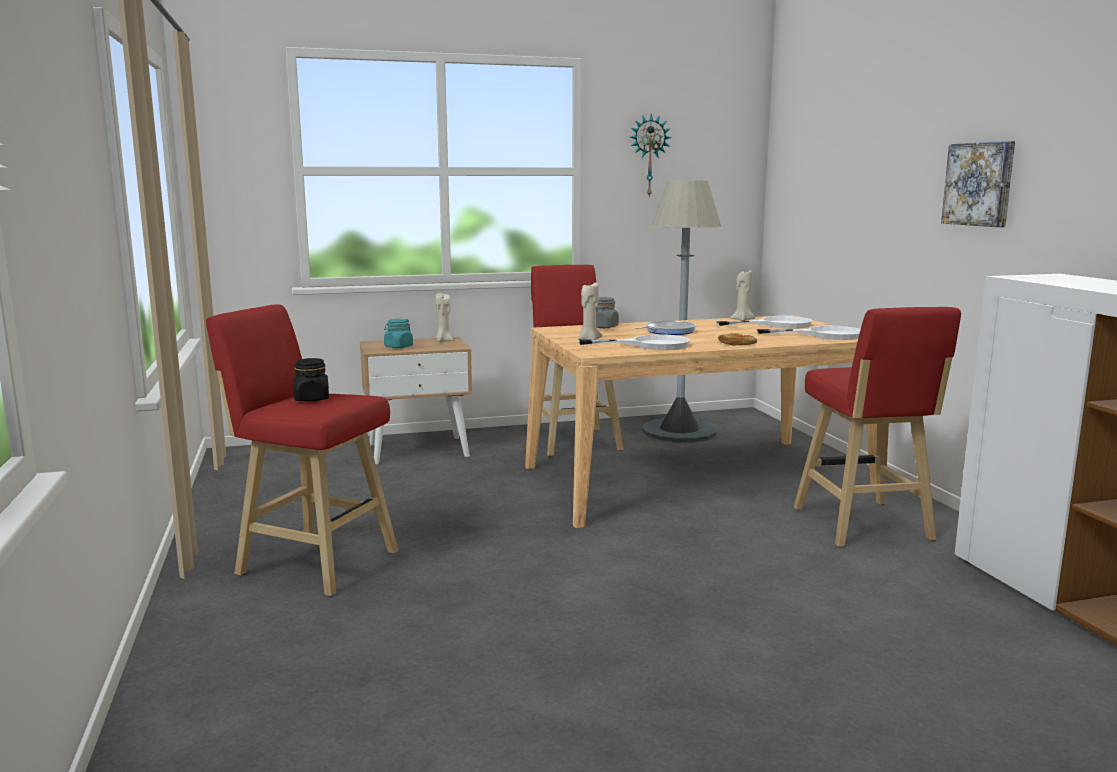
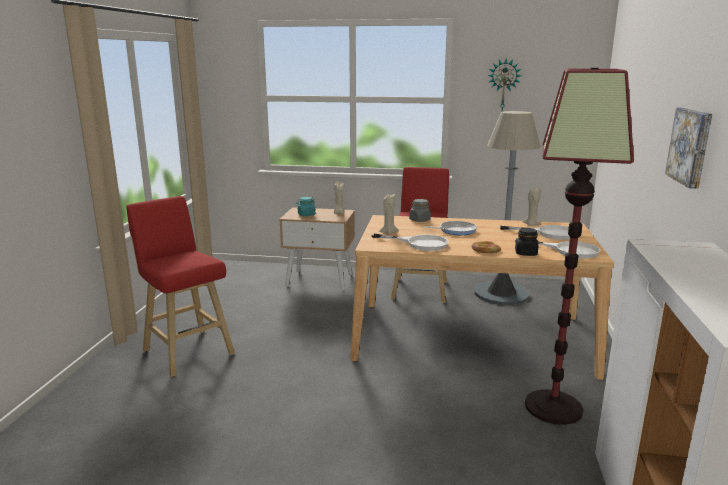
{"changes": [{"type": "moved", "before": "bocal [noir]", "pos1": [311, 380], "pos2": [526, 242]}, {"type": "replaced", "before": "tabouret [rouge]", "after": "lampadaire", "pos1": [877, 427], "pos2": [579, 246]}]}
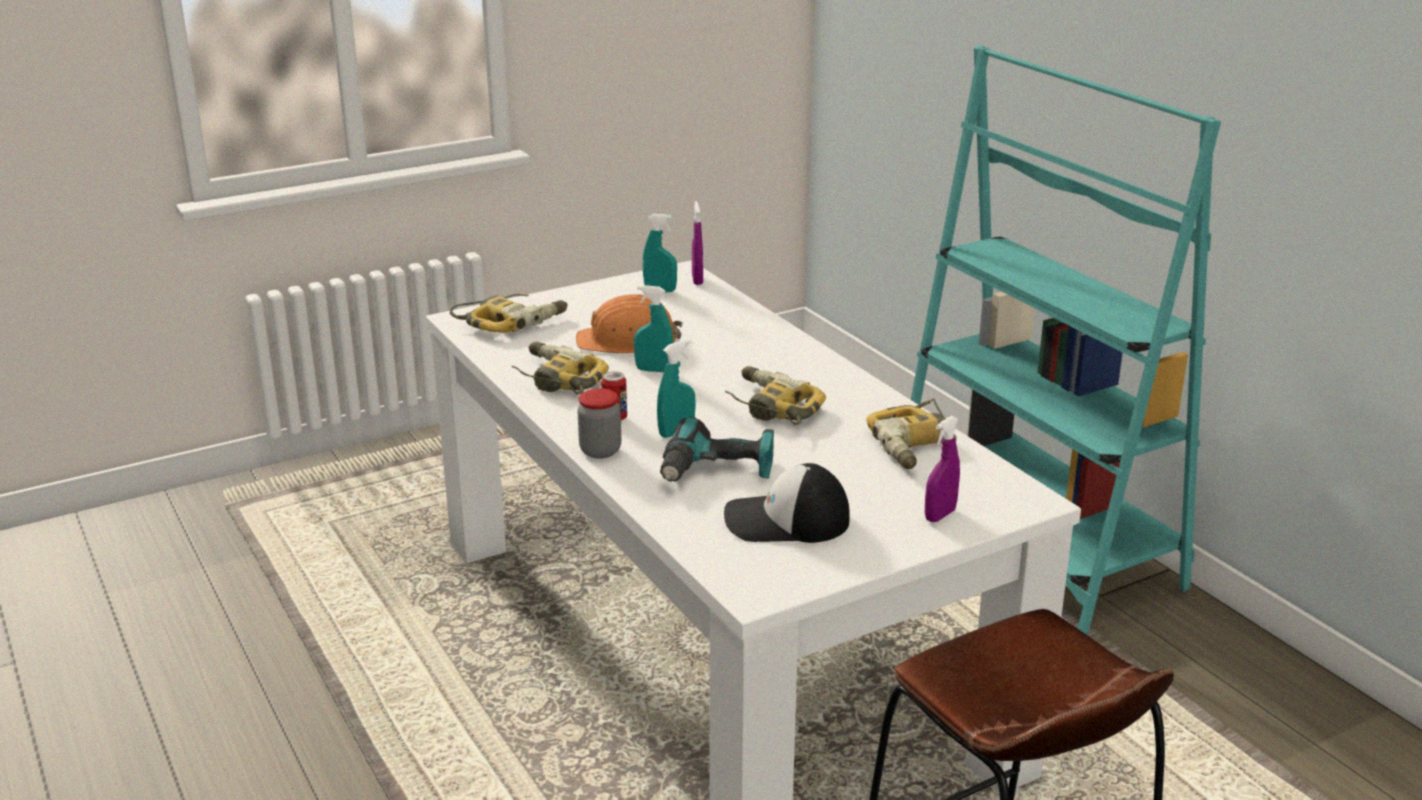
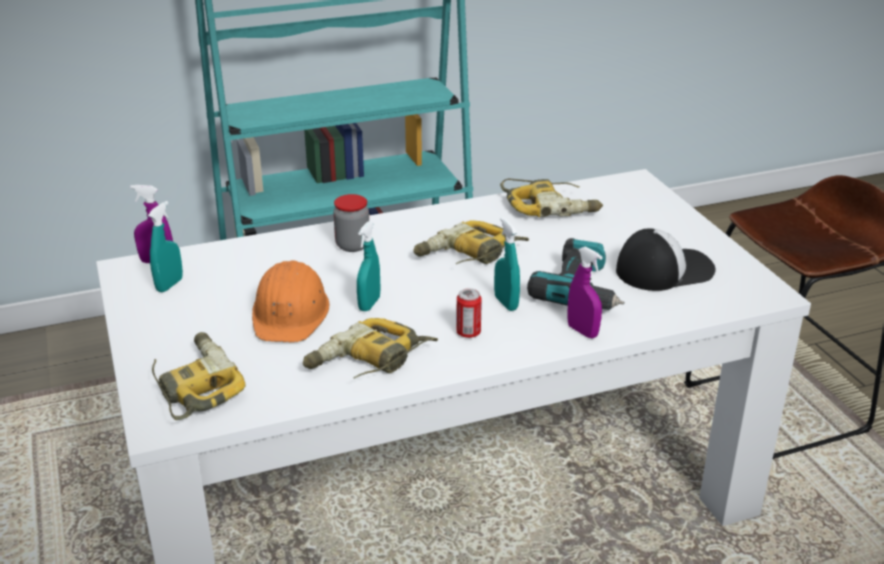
{"changes": [{"type": "moved", "before": "bocal", "pos1": [599, 423], "pos2": [351, 223]}, {"type": "moved", "before": "vaporisateur [violet]", "pos1": [942, 469], "pos2": [585, 292]}, {"type": "turned", "before": "casquette", "pos1": [787, 503], "pos2": [666, 260], "turn": -120}]}
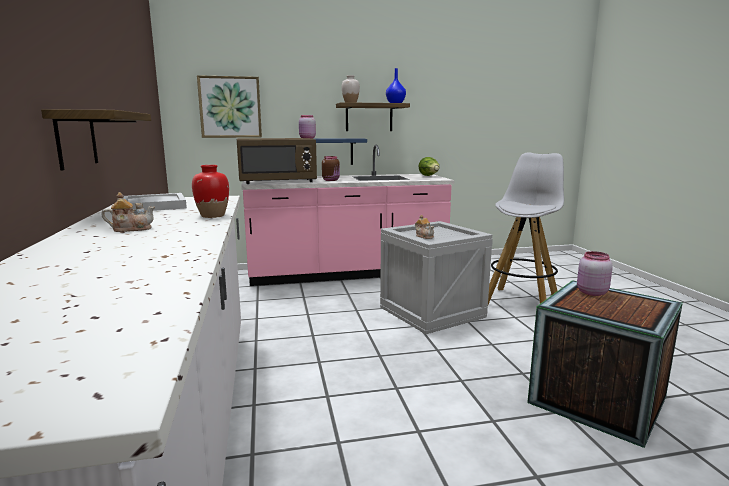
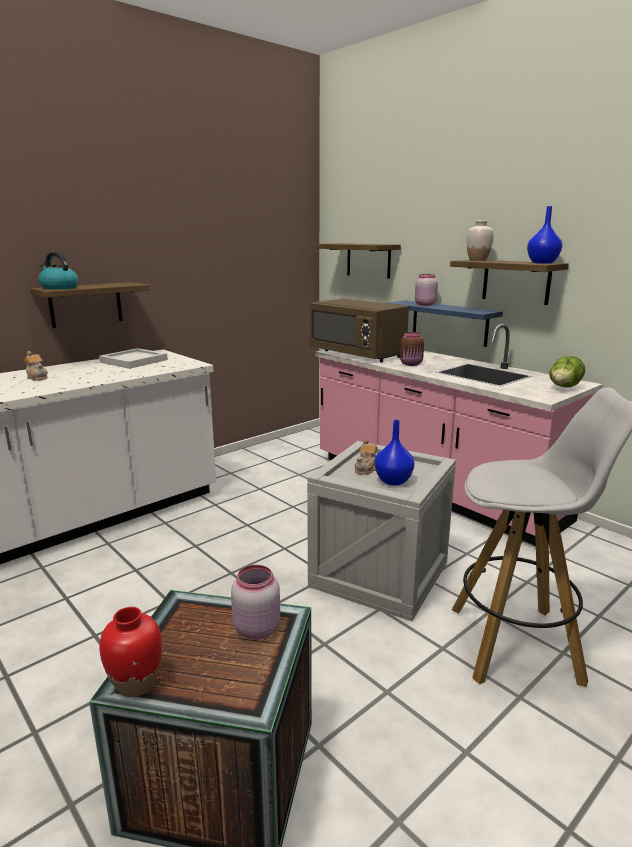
{"changes": [{"type": "added", "after": "bouilloire", "pos2": [58, 271]}, {"type": "added", "after": "vase [bleu]", "pos2": [395, 452]}, {"type": "moved", "before": "vase [rouge]", "pos1": [210, 191], "pos2": [130, 652]}, {"type": "replaced", "before": "tableau", "after": "étagère", "pos1": [229, 106], "pos2": [358, 261]}]}
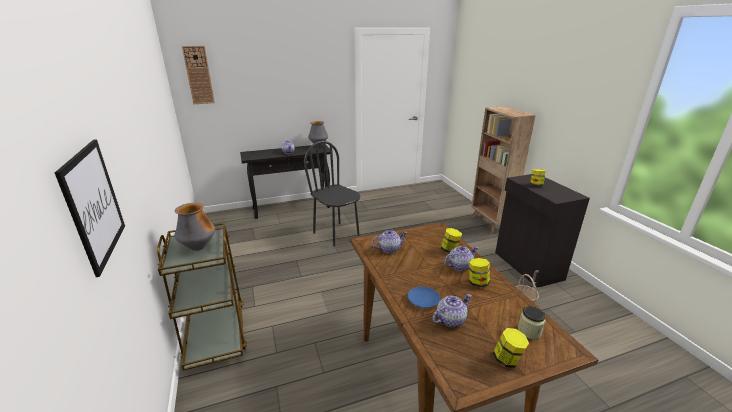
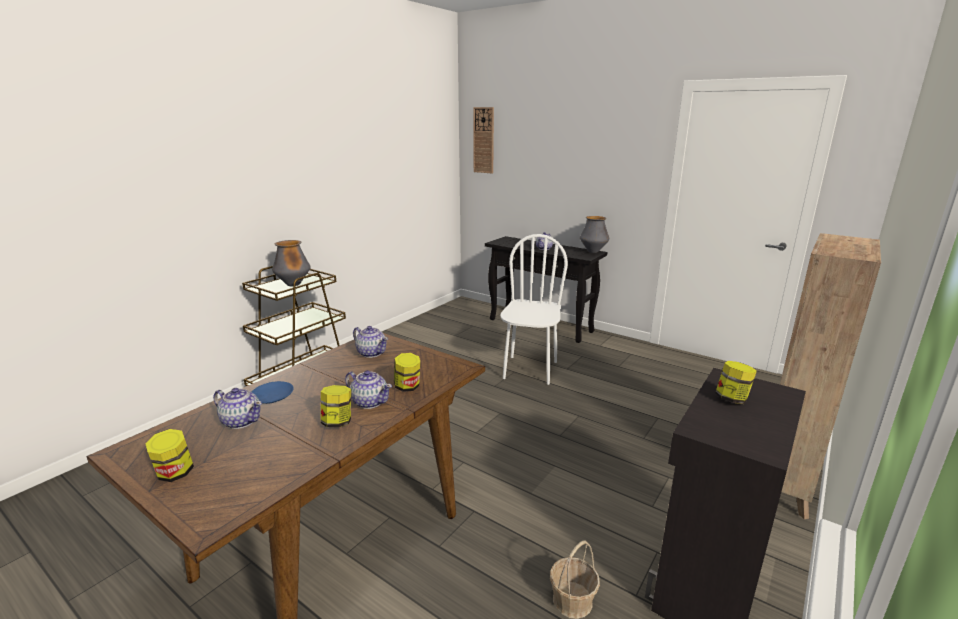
{"changes": [{"type": "removed", "before": "tableau", "pos1": [90, 208]}, {"type": "removed", "before": "bocal", "pos1": [532, 322]}, {"type": "recoloured", "before": "chaise [noir]", "after": "chaise [blanc]", "pos1": [332, 193], "pos2": [534, 309]}]}
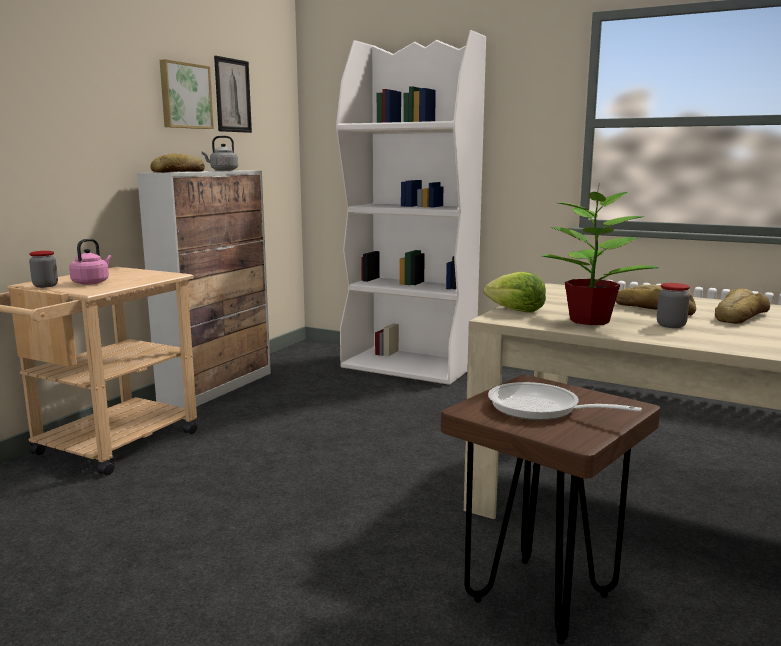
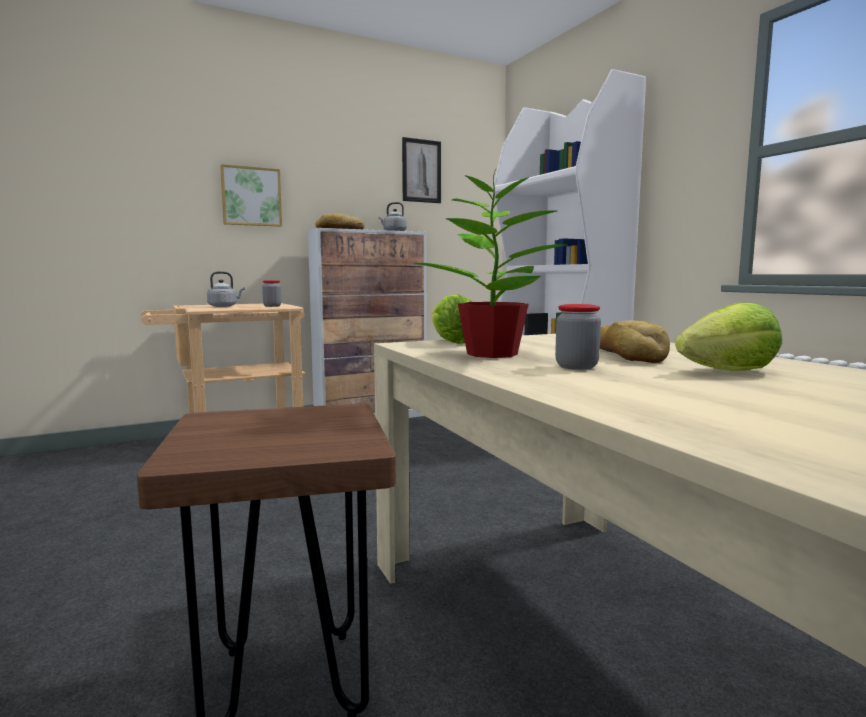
{"changes": [{"type": "removed", "before": "poêle", "pos1": [565, 401]}, {"type": "moved", "before": "bocal", "pos1": [43, 269], "pos2": [271, 293]}, {"type": "moved", "before": "tableau", "pos1": [187, 94], "pos2": [251, 195]}, {"type": "replaced", "before": "pain", "after": "laitue", "pos1": [742, 306], "pos2": [728, 337]}, {"type": "recoloured", "before": "bouilloire [rose]", "after": "bouilloire [gris]", "pos1": [90, 261], "pos2": [226, 289]}]}
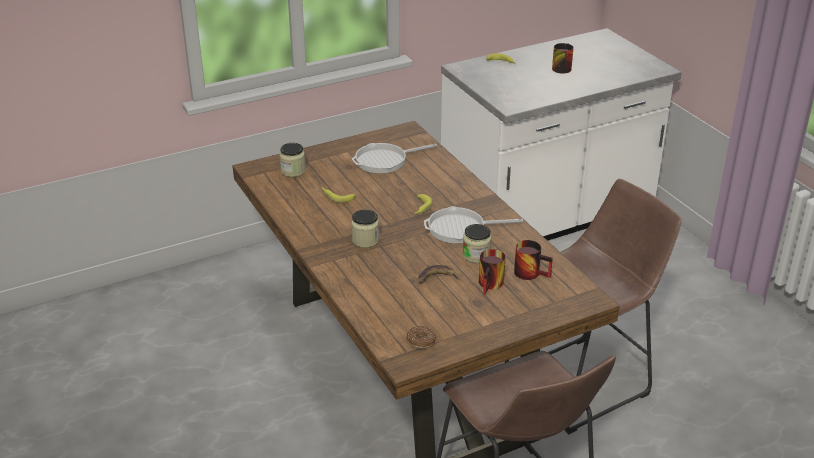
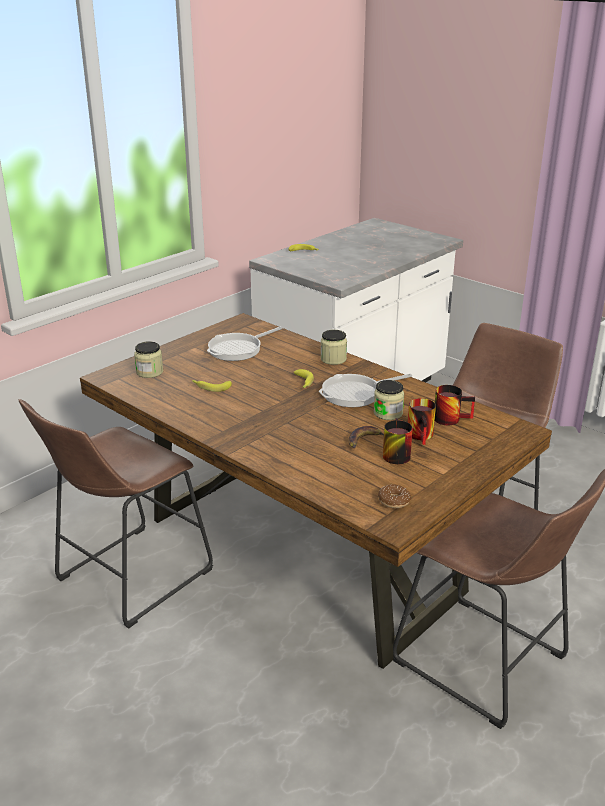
{"changes": [{"type": "added", "after": "tabouret [marron]", "pos2": [116, 514]}, {"type": "moved", "before": "bocal", "pos1": [365, 229], "pos2": [333, 347]}, {"type": "moved", "before": "mug", "pos1": [562, 58], "pos2": [398, 441]}]}
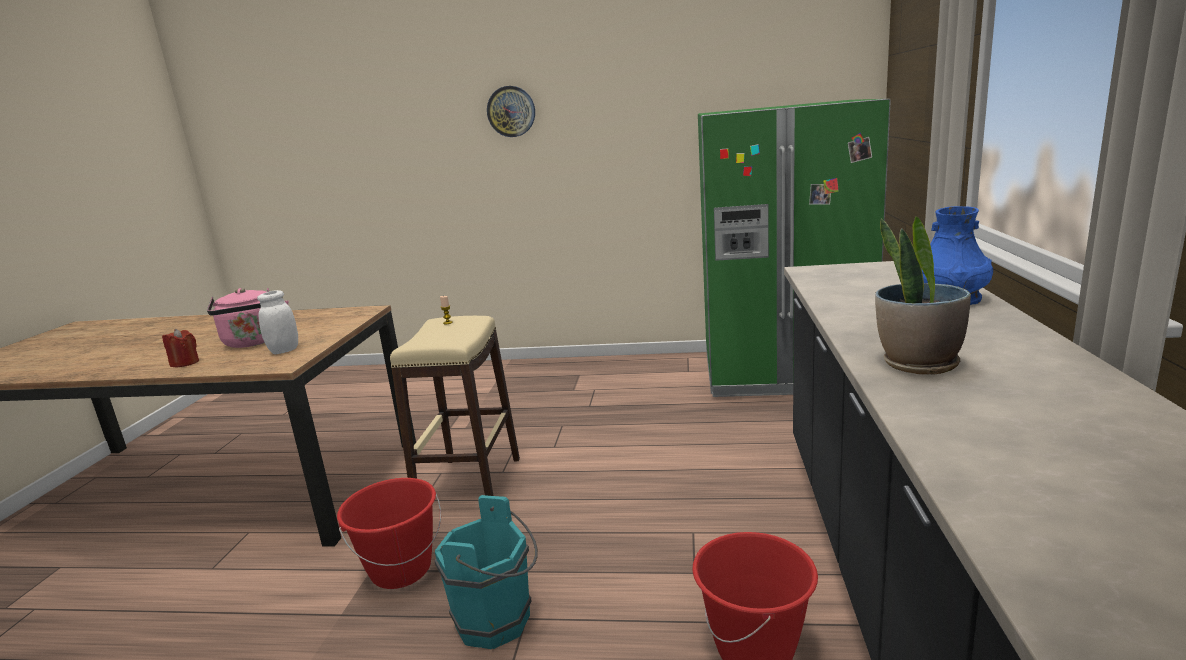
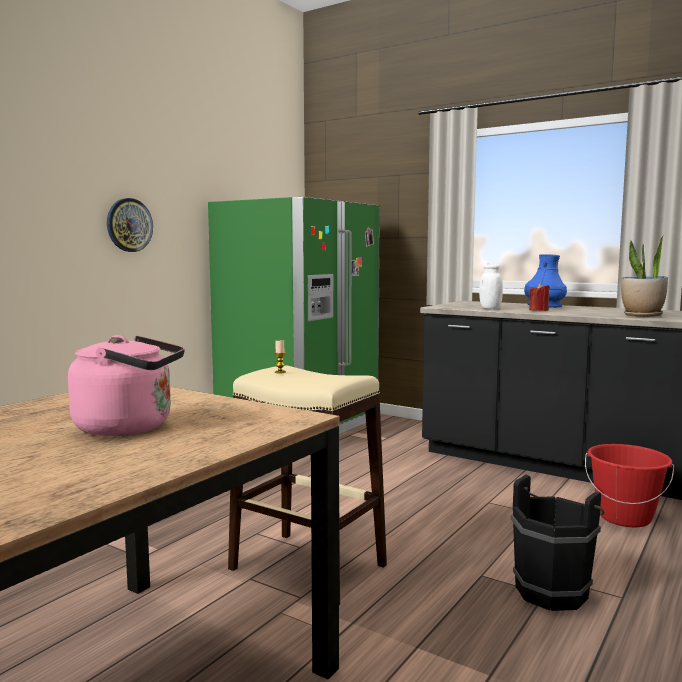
{"changes": [{"type": "removed", "before": "seau [rouge]", "pos1": [389, 533]}, {"type": "moved", "before": "bougie [rouge]", "pos1": [180, 348], "pos2": [539, 297]}, {"type": "moved", "before": "bocal [blanc]", "pos1": [277, 322], "pos2": [491, 286]}, {"type": "moved", "before": "horloge murale", "pos1": [511, 111], "pos2": [130, 225]}, {"type": "recoloured", "before": "seau [turquoise]", "after": "seau [noir]", "pos1": [486, 572], "pos2": [558, 543]}]}
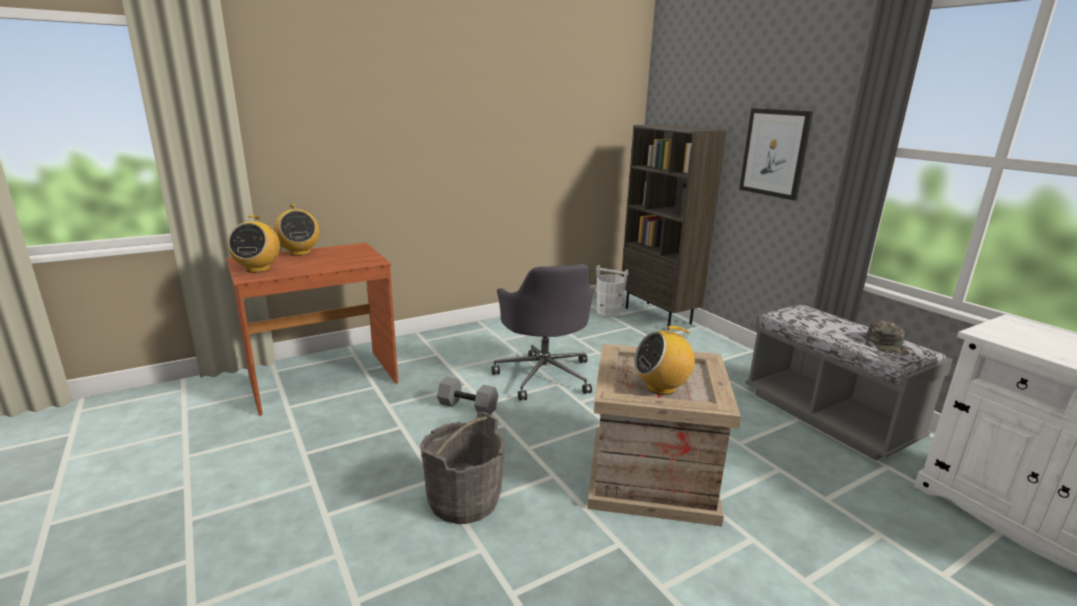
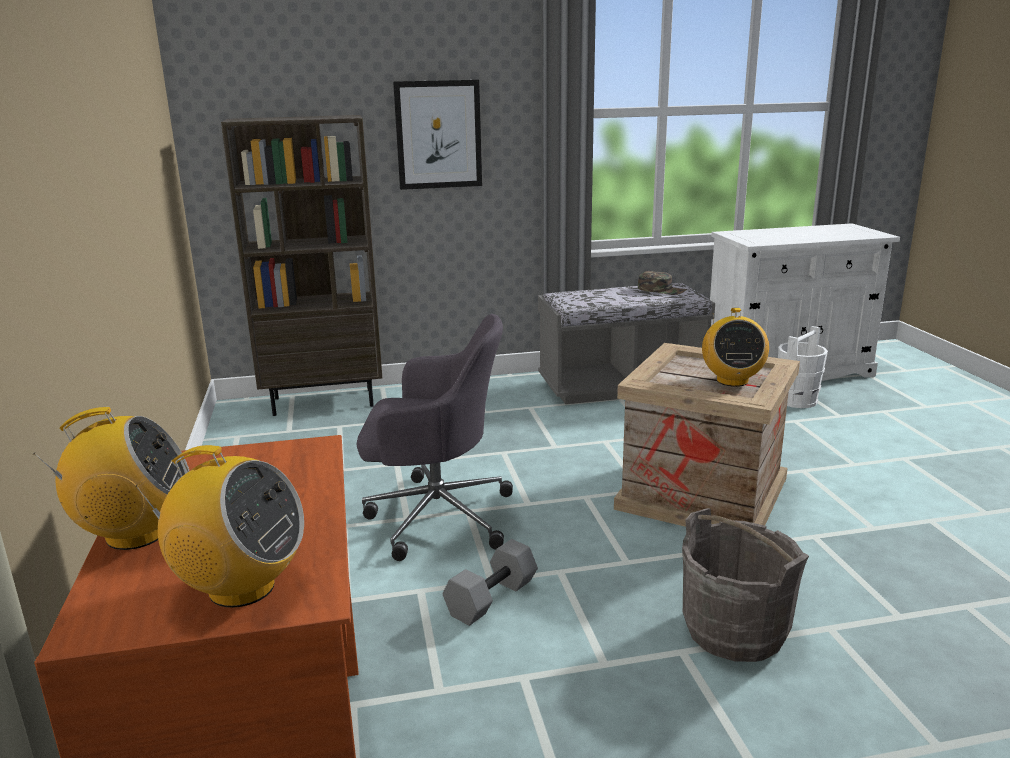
{"changes": [{"type": "moved", "before": "seau [blanc]", "pos1": [612, 291], "pos2": [803, 367]}]}
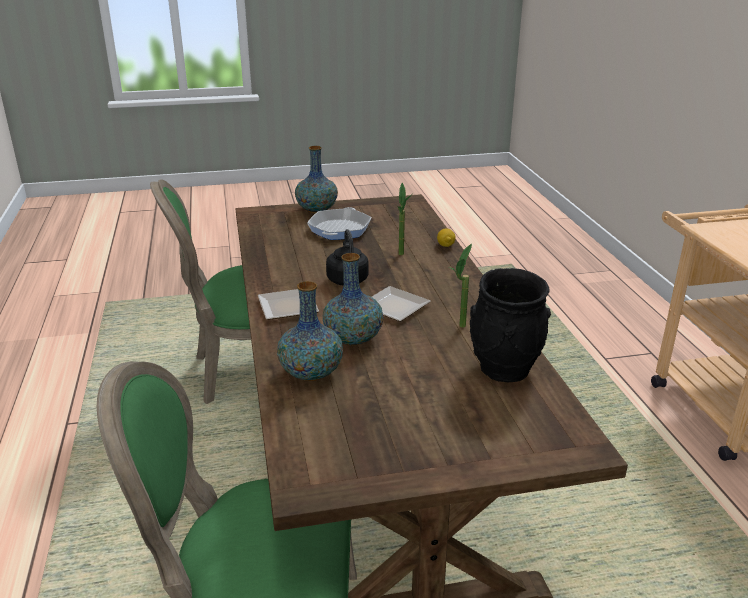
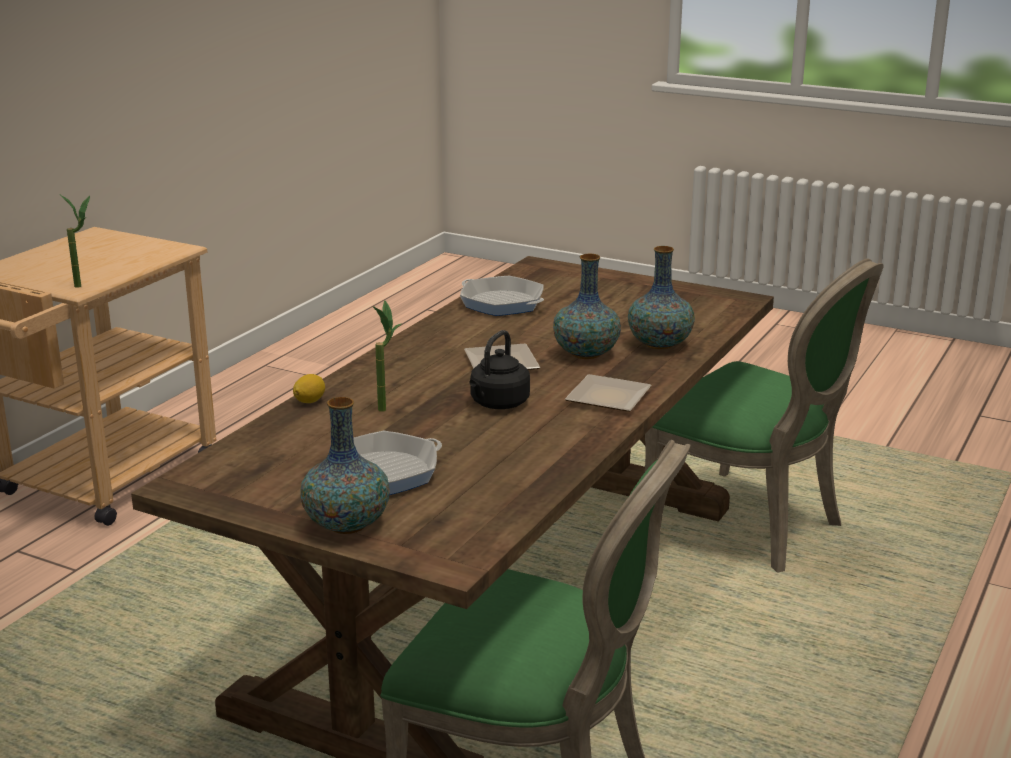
{"changes": [{"type": "moved", "before": "plante en pot", "pos1": [460, 286], "pos2": [75, 241]}, {"type": "replaced", "before": "vase [noir]", "after": "poêle", "pos1": [510, 325], "pos2": [502, 296]}]}
